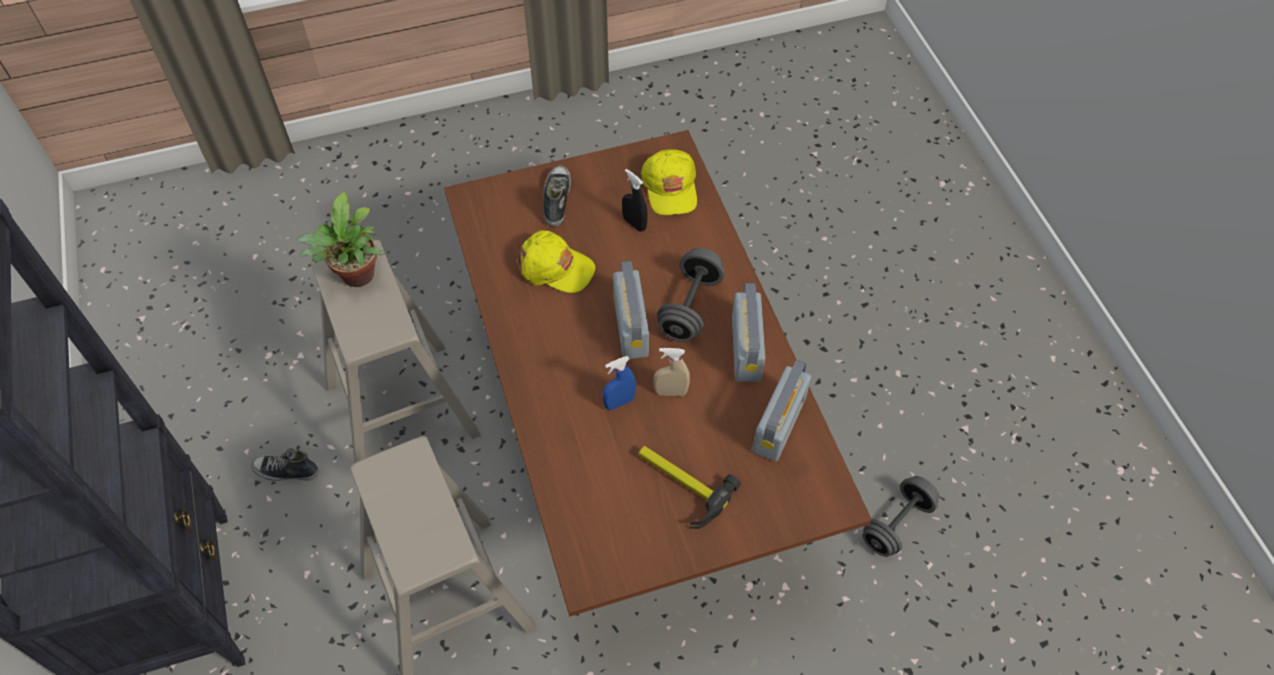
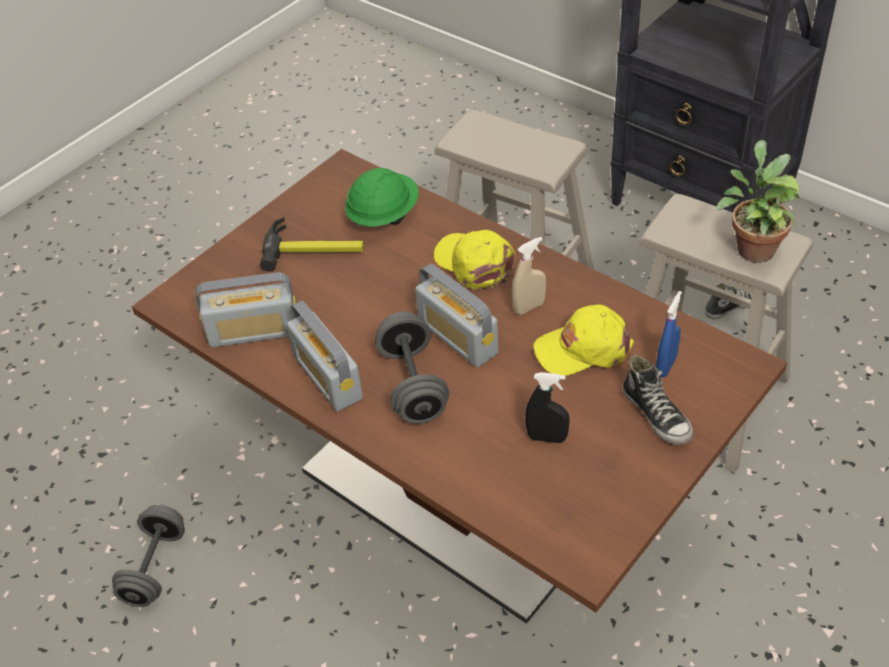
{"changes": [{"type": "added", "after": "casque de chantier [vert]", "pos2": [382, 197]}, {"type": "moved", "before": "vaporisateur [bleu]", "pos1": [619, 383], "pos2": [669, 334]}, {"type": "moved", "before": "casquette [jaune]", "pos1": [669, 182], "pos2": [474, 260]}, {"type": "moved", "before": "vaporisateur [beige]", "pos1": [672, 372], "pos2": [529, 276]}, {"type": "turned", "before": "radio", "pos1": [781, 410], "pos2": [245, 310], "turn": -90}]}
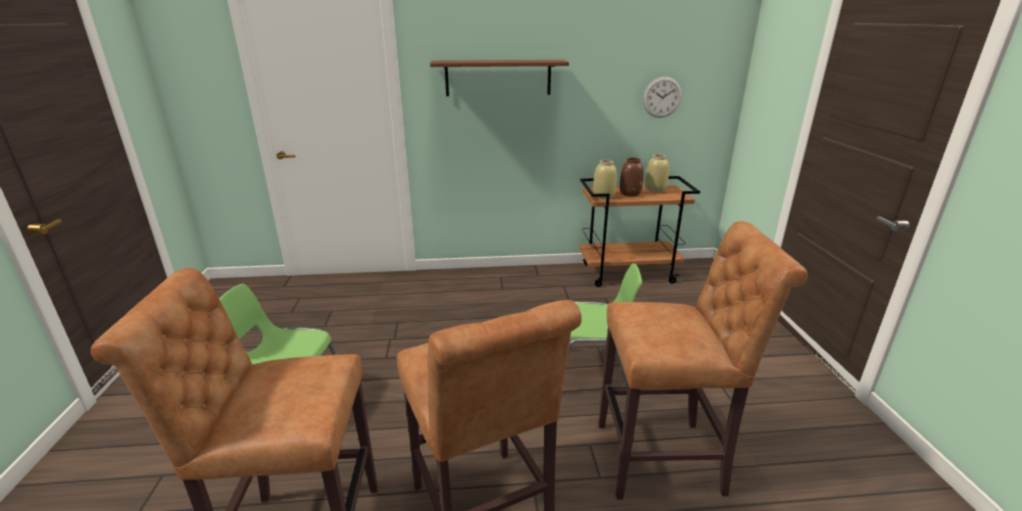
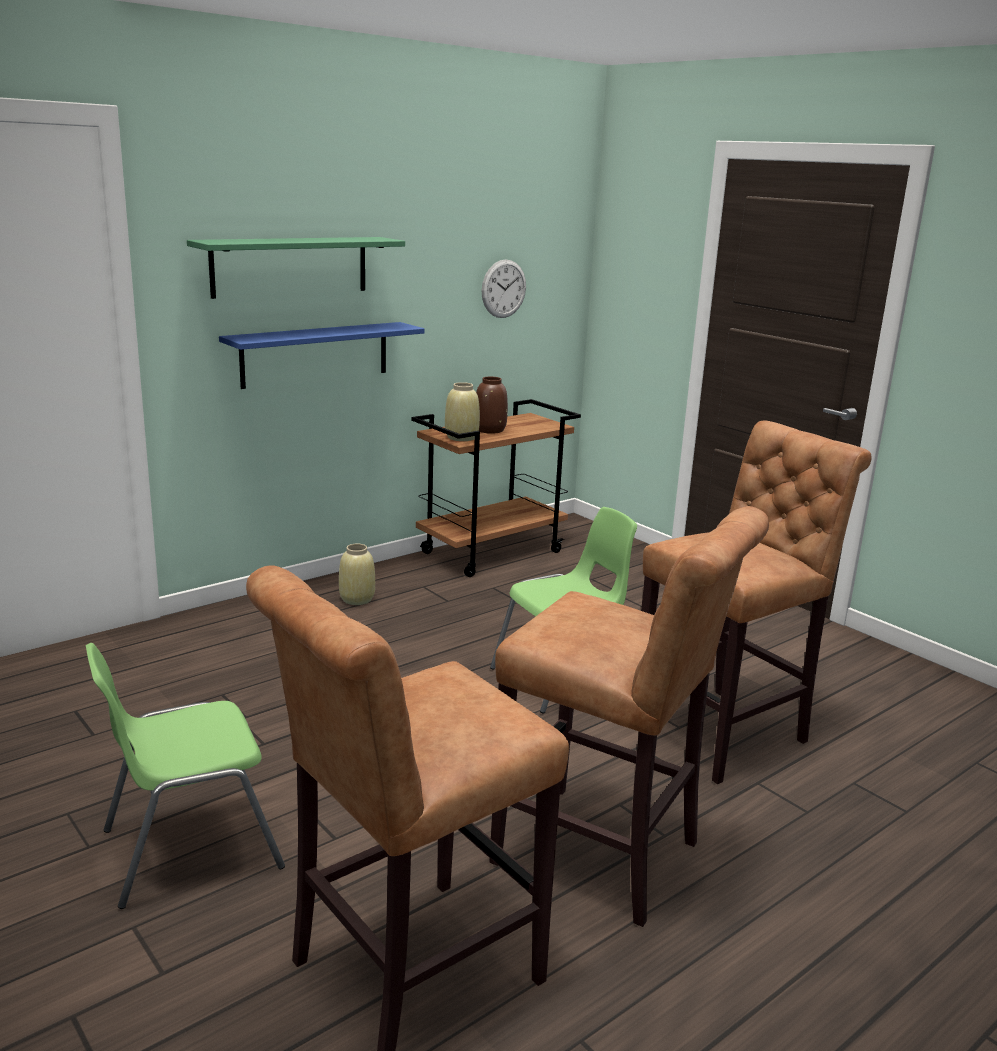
{"changes": [{"type": "added", "after": "étagère [bleu]", "pos2": [322, 355]}, {"type": "moved", "before": "vase [beige]", "pos1": [657, 173], "pos2": [357, 574]}, {"type": "recoloured", "before": "étagère [marron]", "after": "étagère [vert]", "pos1": [499, 78], "pos2": [296, 268]}]}
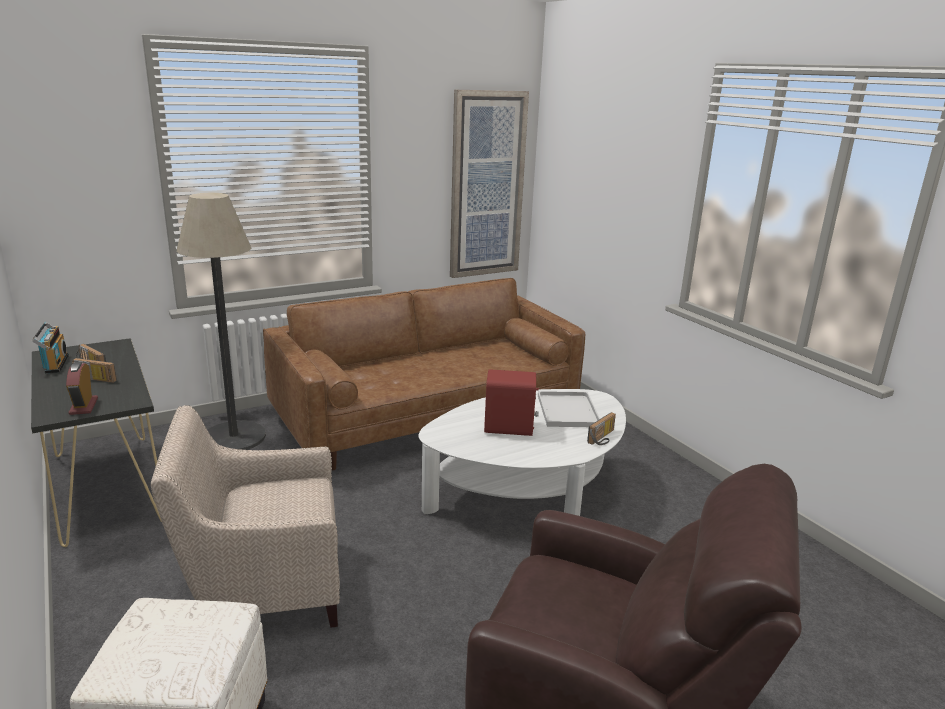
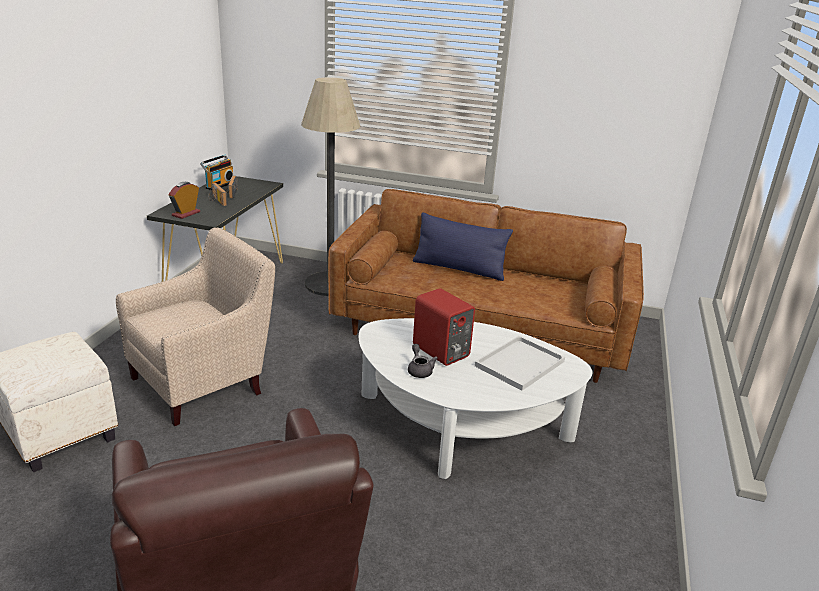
{"changes": [{"type": "removed", "before": "tableau", "pos1": [489, 184]}, {"type": "removed", "before": "radio", "pos1": [601, 428]}, {"type": "added", "after": "théière [gris]", "pos2": [423, 361]}, {"type": "added", "after": "coussin [bleu]", "pos2": [463, 246]}, {"type": "turned", "before": "fauteuil [beige]", "pos1": [245, 516], "pos2": [195, 326], "turn": 105}]}
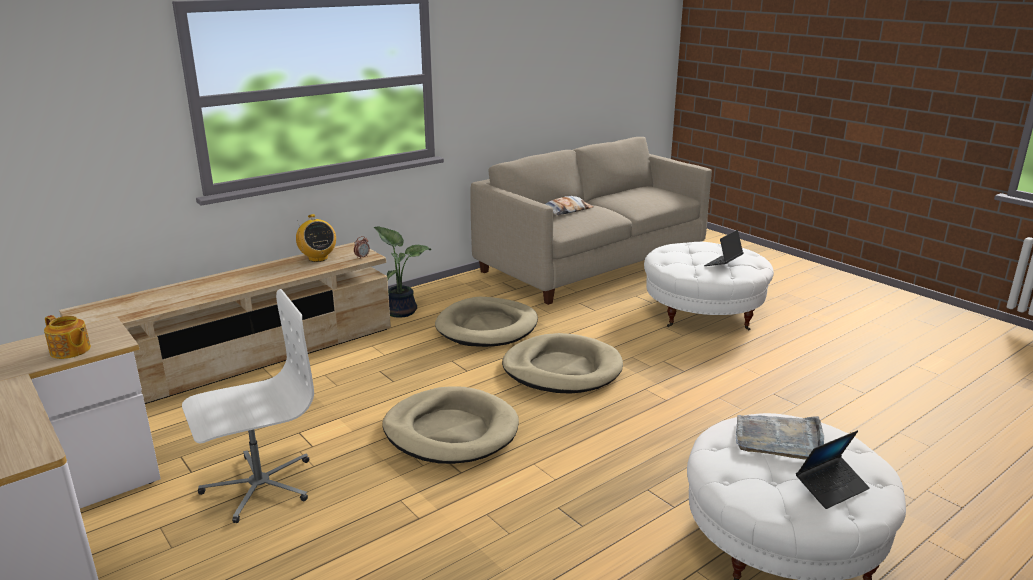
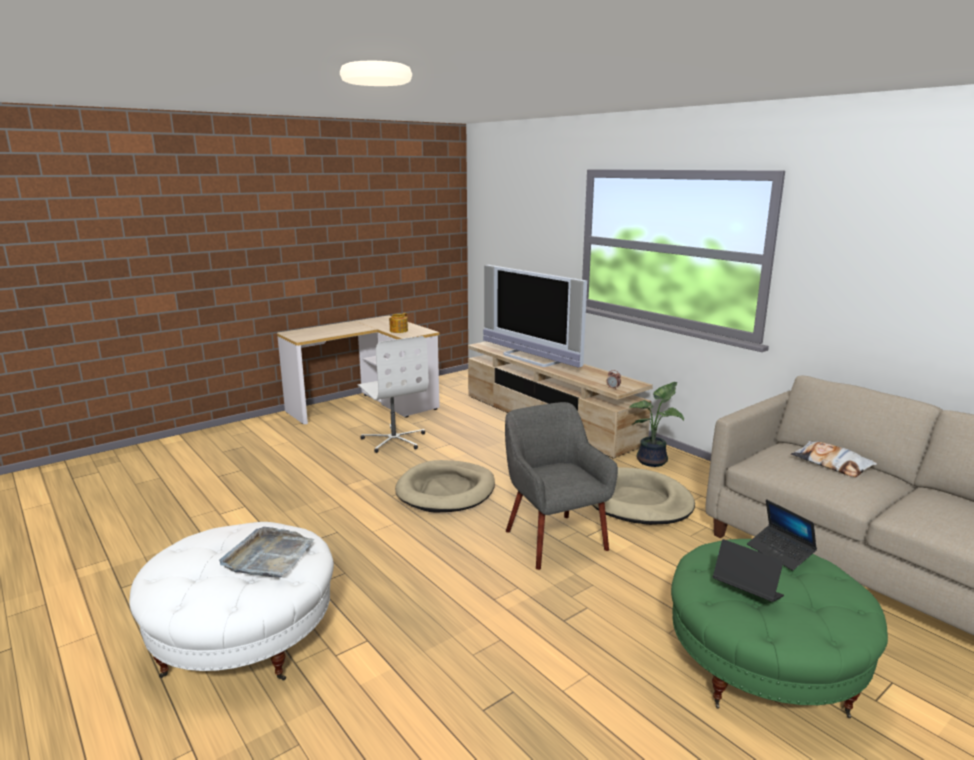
{"changes": [{"type": "removed", "before": "radio", "pos1": [316, 238]}, {"type": "added", "after": "téléviseur", "pos2": [535, 316]}, {"type": "moved", "before": "ordinateur portable", "pos1": [833, 469], "pos2": [782, 535]}, {"type": "replaced", "before": "panier pour chien [beige]", "after": "fauteuil [gris]", "pos1": [562, 363], "pos2": [561, 486]}, {"type": "recoloured", "before": "pouf [blanc]", "after": "pouf [vert]", "pos1": [709, 286], "pos2": [779, 628]}]}
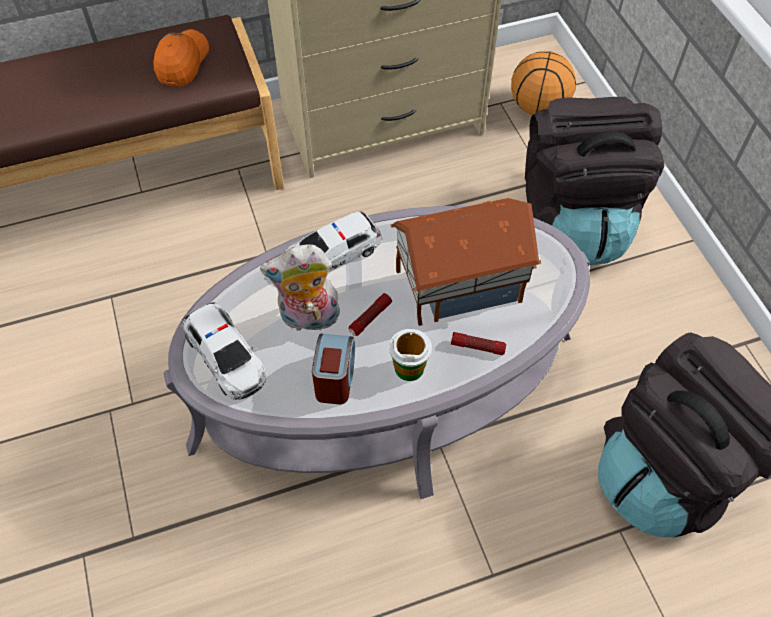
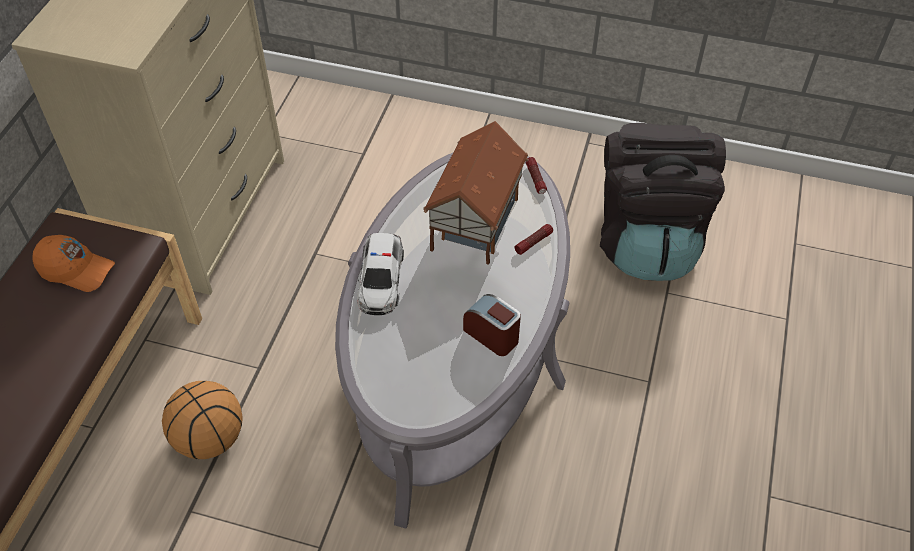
{"changes": [{"type": "removed", "before": "petite voiture", "pos1": [224, 351]}, {"type": "removed", "before": "peluche", "pos1": [300, 287]}, {"type": "removed", "before": "tasse", "pos1": [410, 355]}, {"type": "removed", "before": "sac à dos [noir]", "pos1": [595, 181]}, {"type": "moved", "before": "lampe de poche", "pos1": [370, 314], "pos2": [536, 175]}, {"type": "moved", "before": "ballon de basket", "pos1": [543, 83], "pos2": [202, 420]}, {"type": "turned", "before": "casquette [orange]", "pos1": [181, 58], "pos2": [73, 263], "turn": 150}]}
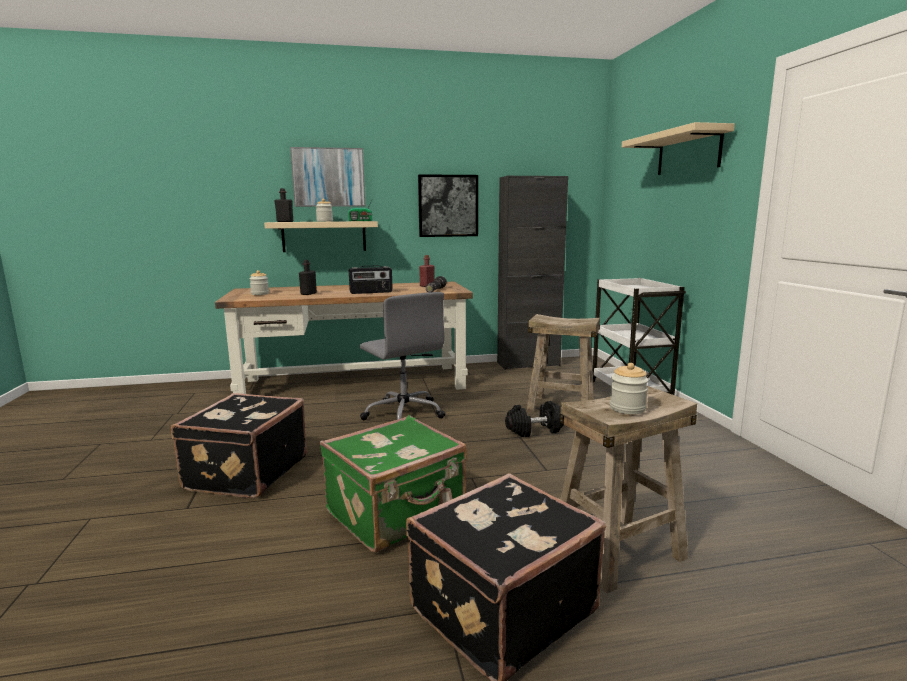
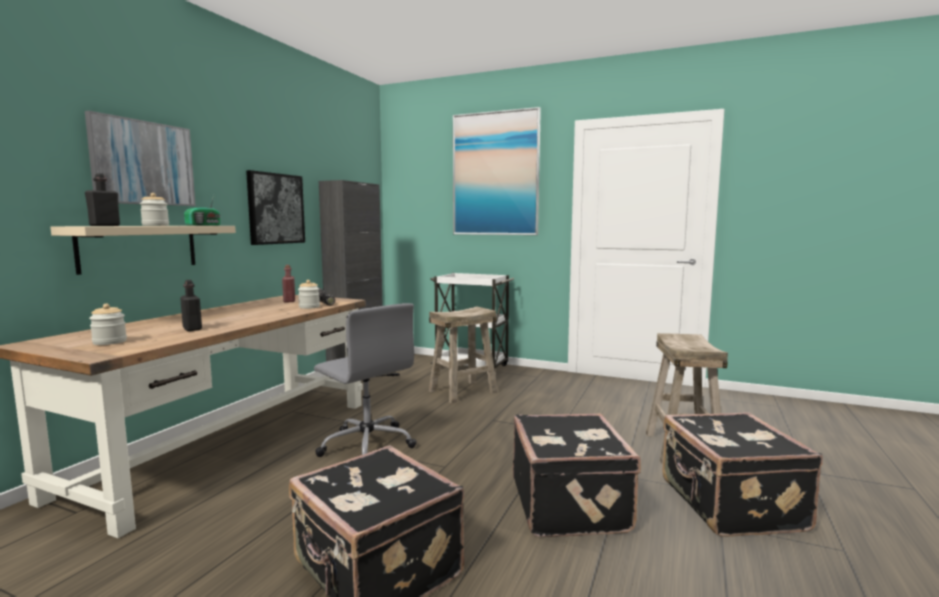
{"changes": [{"type": "removed", "before": "radio", "pos1": [371, 280]}, {"type": "removed", "before": "haltère [noir]", "pos1": [534, 419]}, {"type": "moved", "before": "bocal", "pos1": [629, 388], "pos2": [309, 294]}, {"type": "replaced", "before": "étagère [beige]", "after": "tableau", "pos1": [678, 148], "pos2": [497, 171]}, {"type": "recoloured", "before": "valise [vert]", "after": "valise [noir]", "pos1": [393, 483], "pos2": [577, 475]}, {"type": "turned", "before": "chaise de bureau [gris]", "pos1": [402, 356], "pos2": [365, 380], "turn": 45}]}
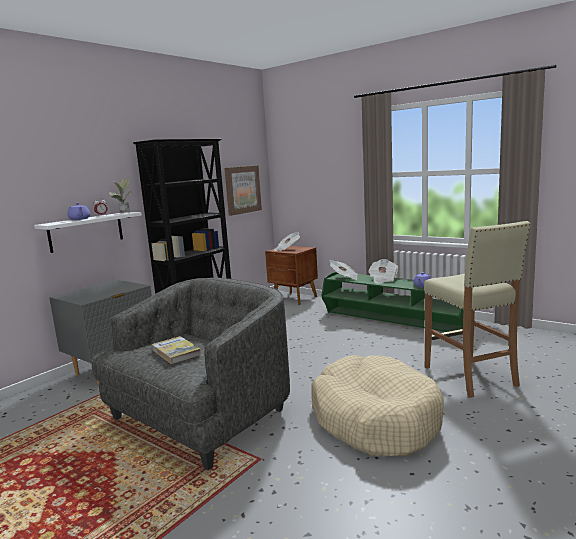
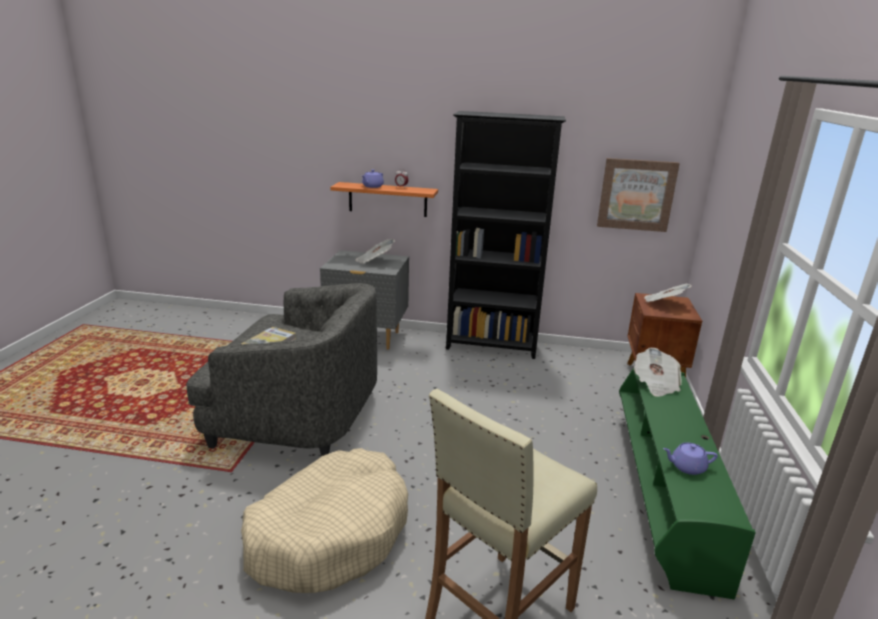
{"changes": [{"type": "removed", "before": "plante en pot", "pos1": [120, 196]}, {"type": "moved", "before": "journal", "pos1": [383, 271], "pos2": [375, 251]}, {"type": "recoloured", "before": "étagère [blanc]", "after": "étagère [orange]", "pos1": [88, 232], "pos2": [384, 199]}]}
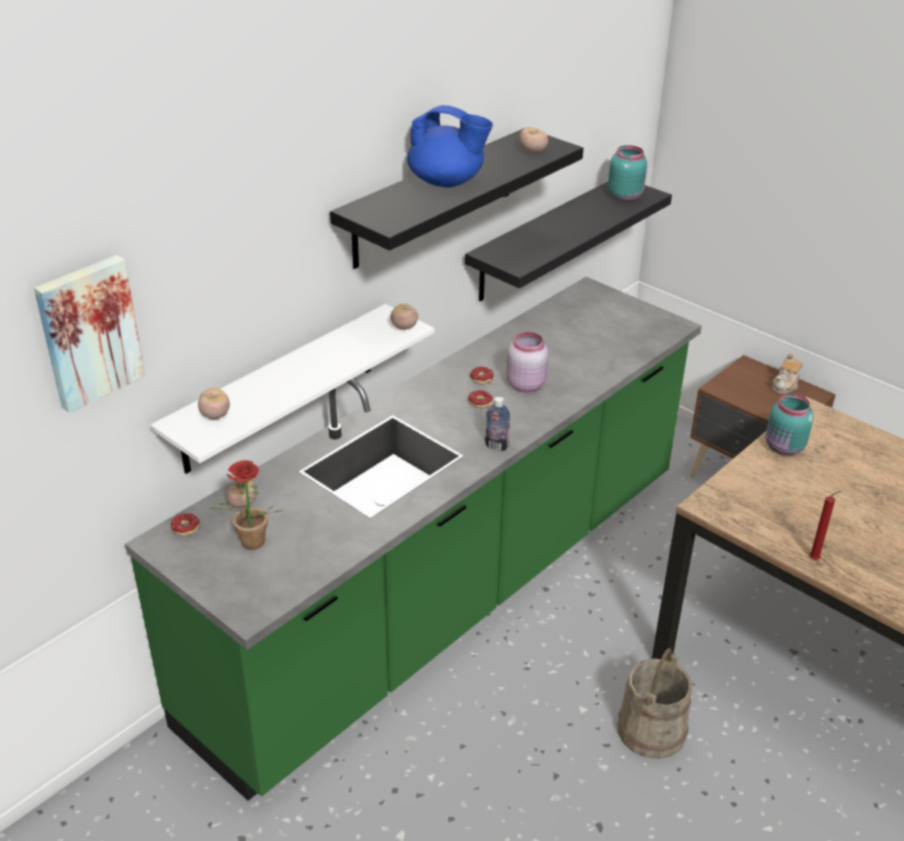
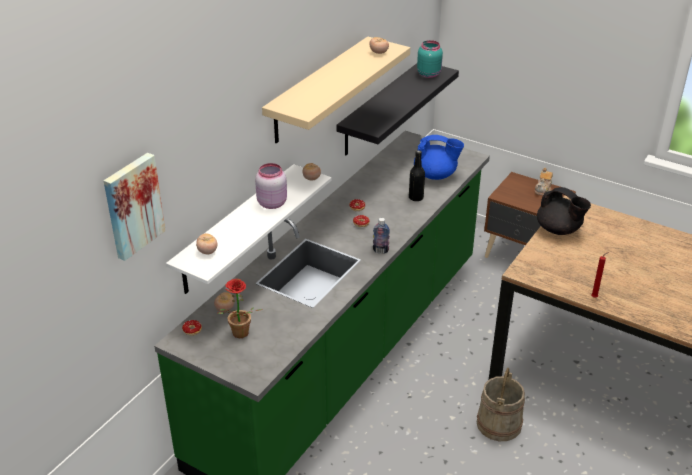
{"changes": [{"type": "added", "after": "bouteille [noir]", "pos2": [417, 175]}, {"type": "moved", "before": "théière [bleu]", "pos1": [450, 146], "pos2": [439, 157]}, {"type": "moved", "before": "bocal [rose]", "pos1": [527, 362], "pos2": [271, 186]}, {"type": "replaced", "before": "bocal [turquoise]", "after": "théière [noir]", "pos1": [789, 424], "pos2": [564, 211]}, {"type": "recoloured", "before": "étagère [noir]", "after": "étagère [beige]", "pos1": [456, 198], "pos2": [336, 90]}]}
